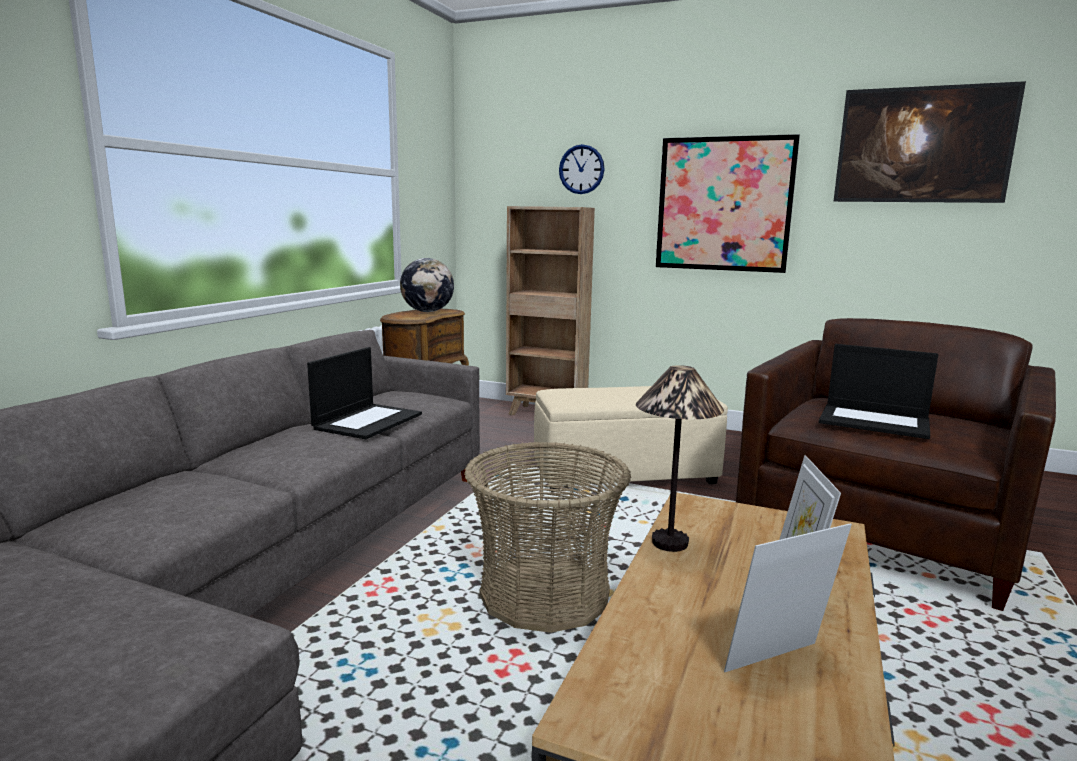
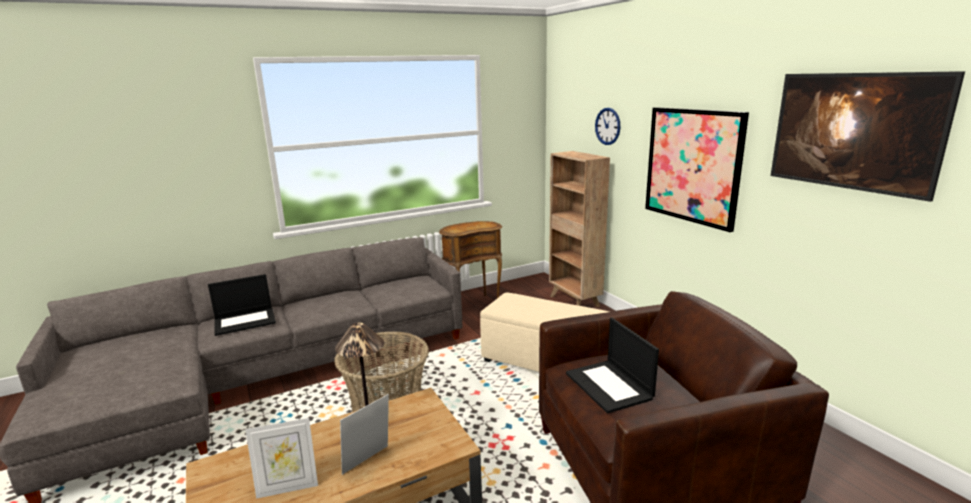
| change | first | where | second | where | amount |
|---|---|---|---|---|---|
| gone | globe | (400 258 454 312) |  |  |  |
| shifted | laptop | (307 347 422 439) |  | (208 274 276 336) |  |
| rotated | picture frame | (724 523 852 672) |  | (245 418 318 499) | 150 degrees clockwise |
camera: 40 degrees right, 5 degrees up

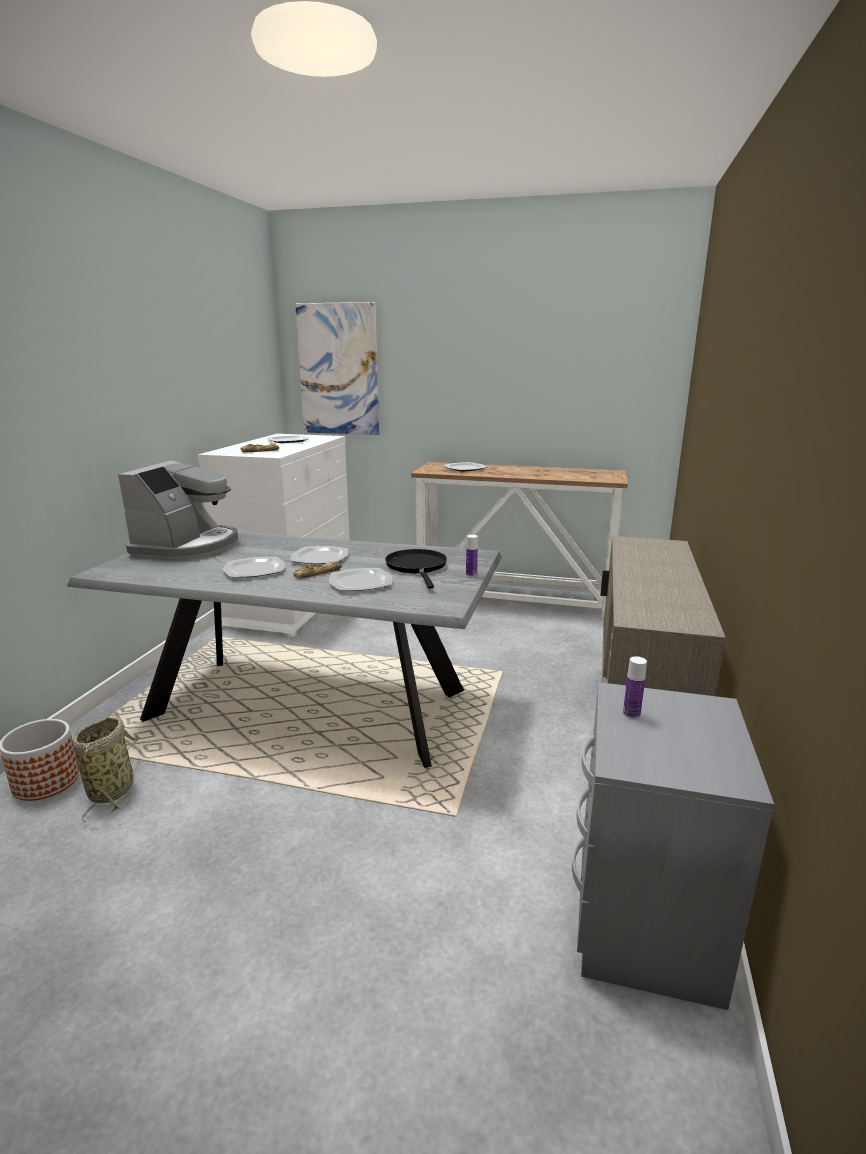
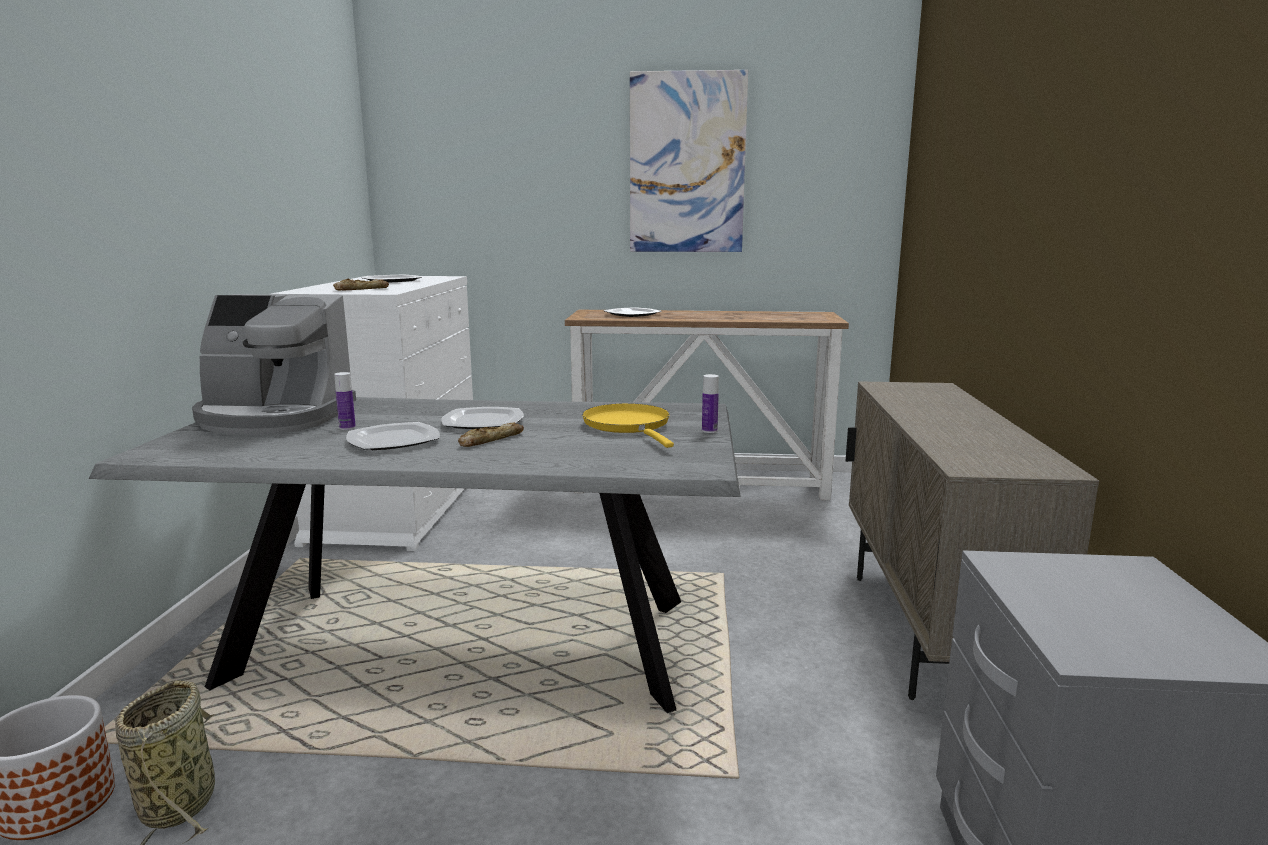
| change | first | where | second | where | amount |
|---|---|---|---|---|---|
| gone | plate | (329 568 392 591) |  |  |  |
| shifted | picture | (295 302 379 435) |  | (630 70 748 252) |  |
| shifted | bottle | (623 656 647 719) |  | (334 372 356 430) |  |
| repainted | frying pan in black | (385 549 447 589) | frying pan in yellow | (582 403 674 448) |  |
| rotated | coffee machine | (118 460 238 561) |  | (192 294 356 435) | 90 degrees clockwise |
camera: 10 degrees left, 5 degrees down

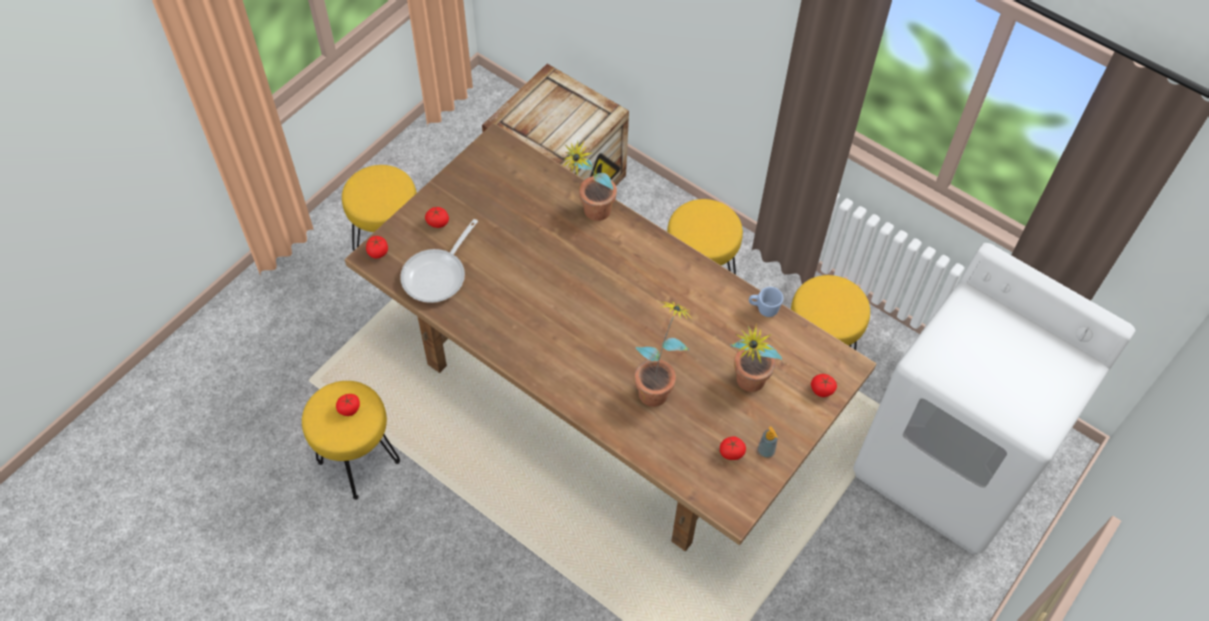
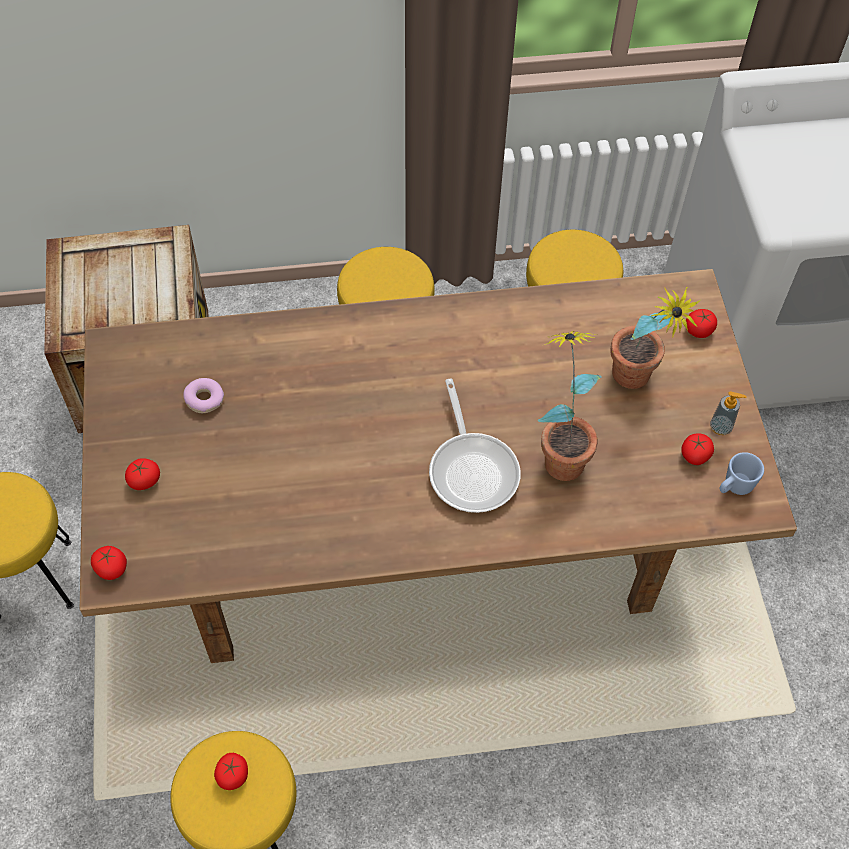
| change | first | where | second | where | amount |
|---|---|---|---|---|---|
| gone | potted plant | (562 140 617 221) |  |  |  |
| new |  |  | donut | (184 378 224 413) |  |
| shifted | frying pan | (400 219 478 303) |  | (429 379 521 513) |  |
| shifted | mug in blue | (749 287 783 317) |  | (719 452 764 495) |  |
camera: 45 degrees left, 0 degrees up

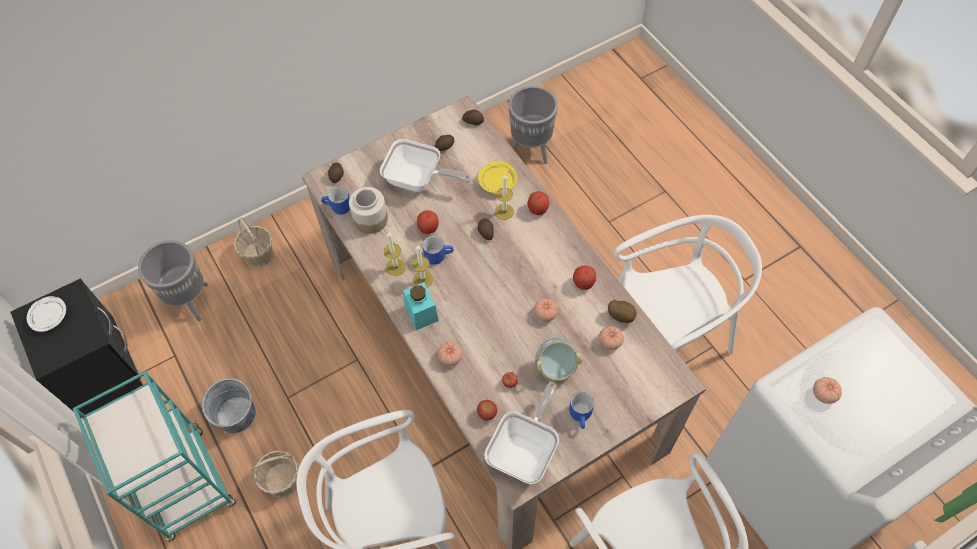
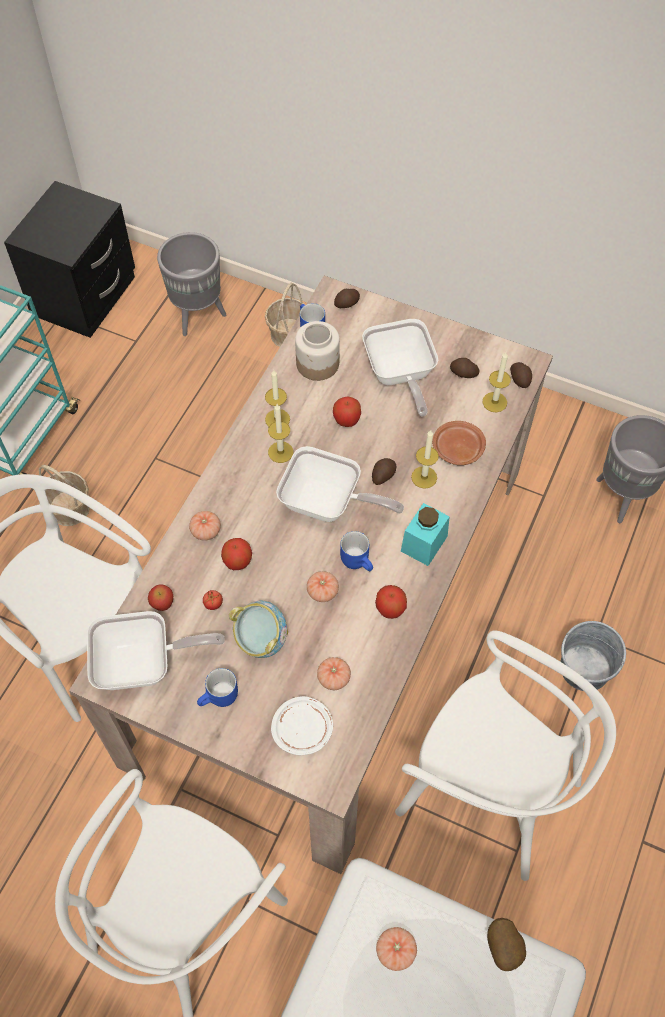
| change | first | where | second | where | amount |
|---|---|---|---|---|---|
| new |  |  | frying pan | (276 446 404 522) |  |
| new |  |  | candle | (483 352 511 412) |  |
| shifted | plate in white | (27 296 66 332) |  | (271 696 333 755) |  |
| shifted | bucket in grey | (202 378 256 433) |  | (560 621 626 691) |  |
| shifted | jar in turquoise | (403 282 439 330) |  | (401 503 450 566) |  |
| shifted | mug in blue | (422 236 454 265) |  | (340 531 373 571) |  |
| shifted | apple | (527 191 549 215) |  | (221 538 252 570) |  |
| shifted | potato | (608 300 637 323) |  | (487 918 526 971) |  |
| repainted | plate in yellow | (478 161 517 194) | plate in brown | (432 421 486 465) |  |
camera: 55 degrees right, 0 degrees up

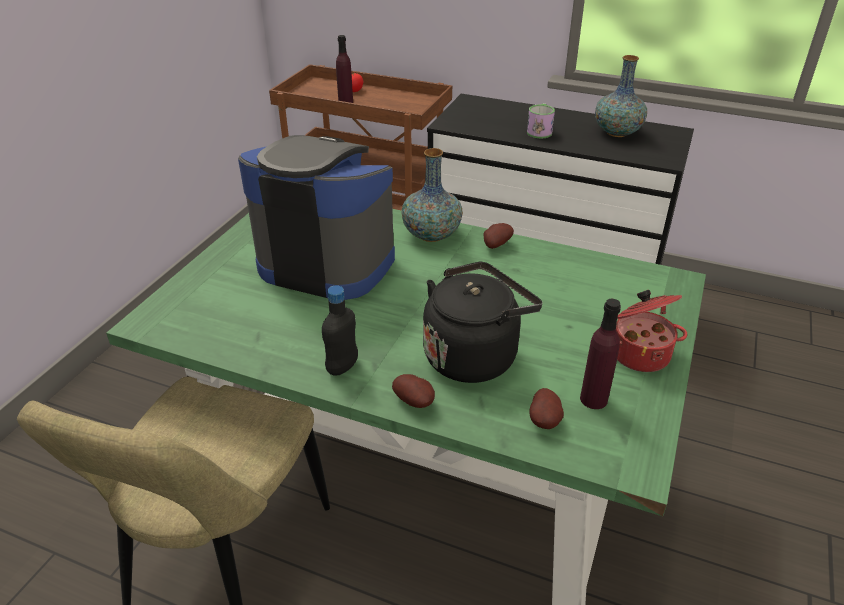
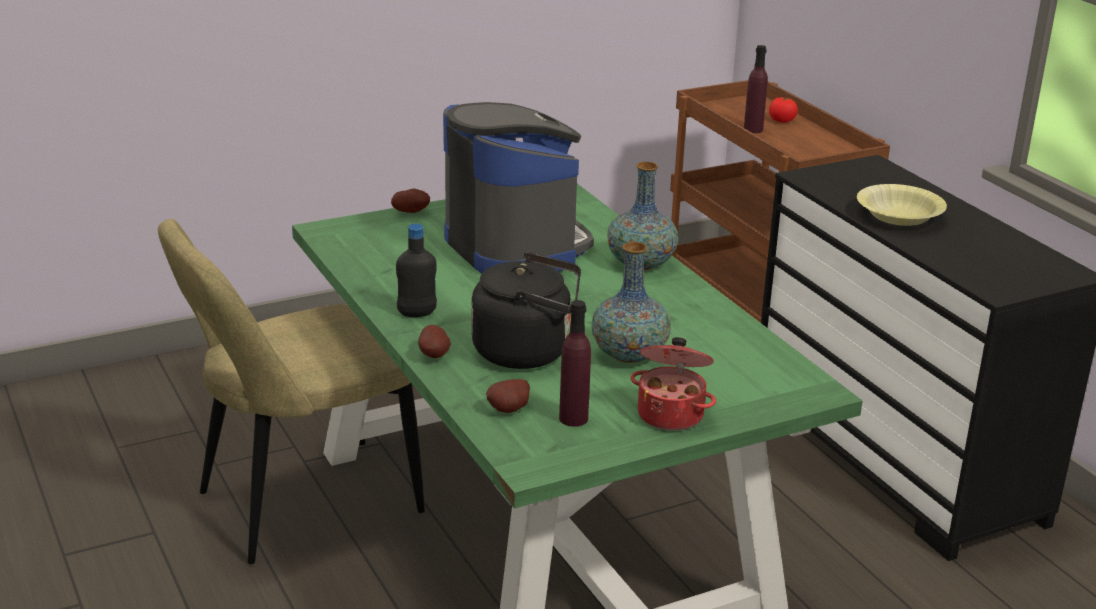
| change | first | where | second | where | amount |
|---|---|---|---|---|---|
| shifted | potato | (483 223 514 249) |  | (391 189 430 213) |  |
| shifted | vase | (595 55 647 137) |  | (592 242 671 363) |  |
| swapped | mug | (527 104 555 138) | bowl in yellow | (857 184 947 226) |  |
camera: 40 degrees right, 10 degrees down

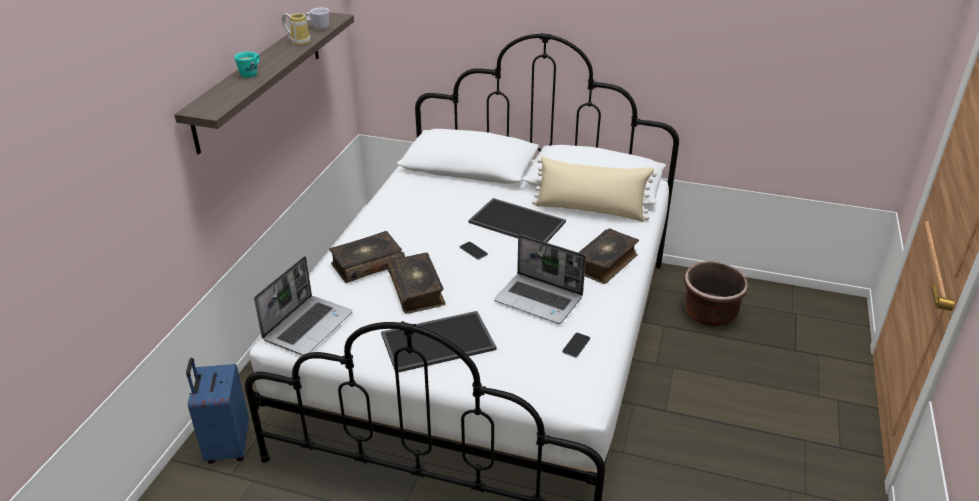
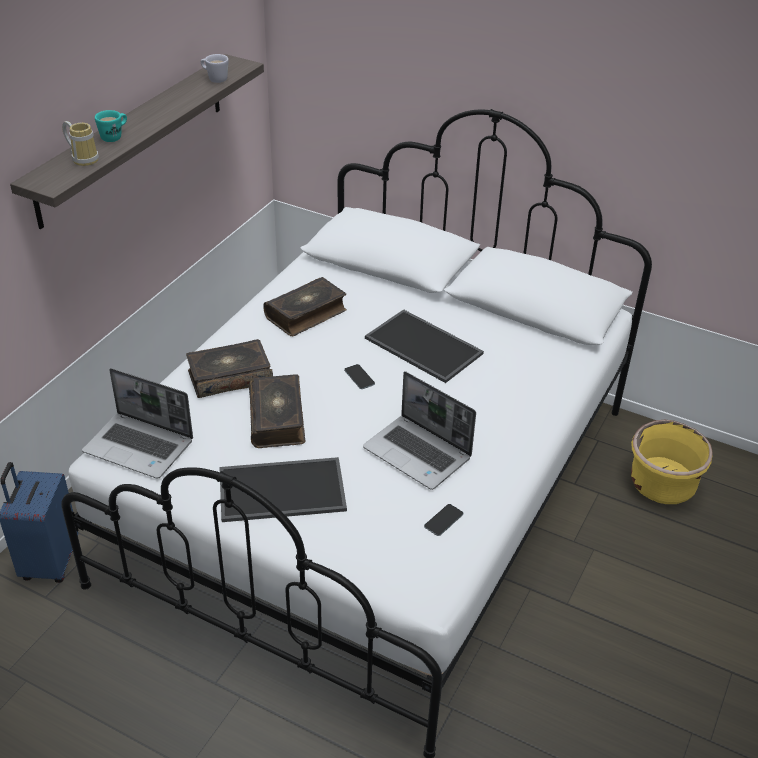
| change | first | where | second | where | amount |
|---|---|---|---|---|---|
| gone | pillow in beige | (532 156 657 222) |  |  |  |
| shifted | mug | (282 13 311 45) |  | (62 121 99 166) |  |
| shifted | book | (578 229 639 284) |  | (263 277 346 336) |  |
| repainted | planter in brown | (684 261 748 326) | planter in yellow | (631 420 713 504) |  |
| rotated | laptop | (254 256 353 355) |  | (82 368 193 479) | 75 degrees clockwise |
camera: 10 degrees right, 5 degrees up

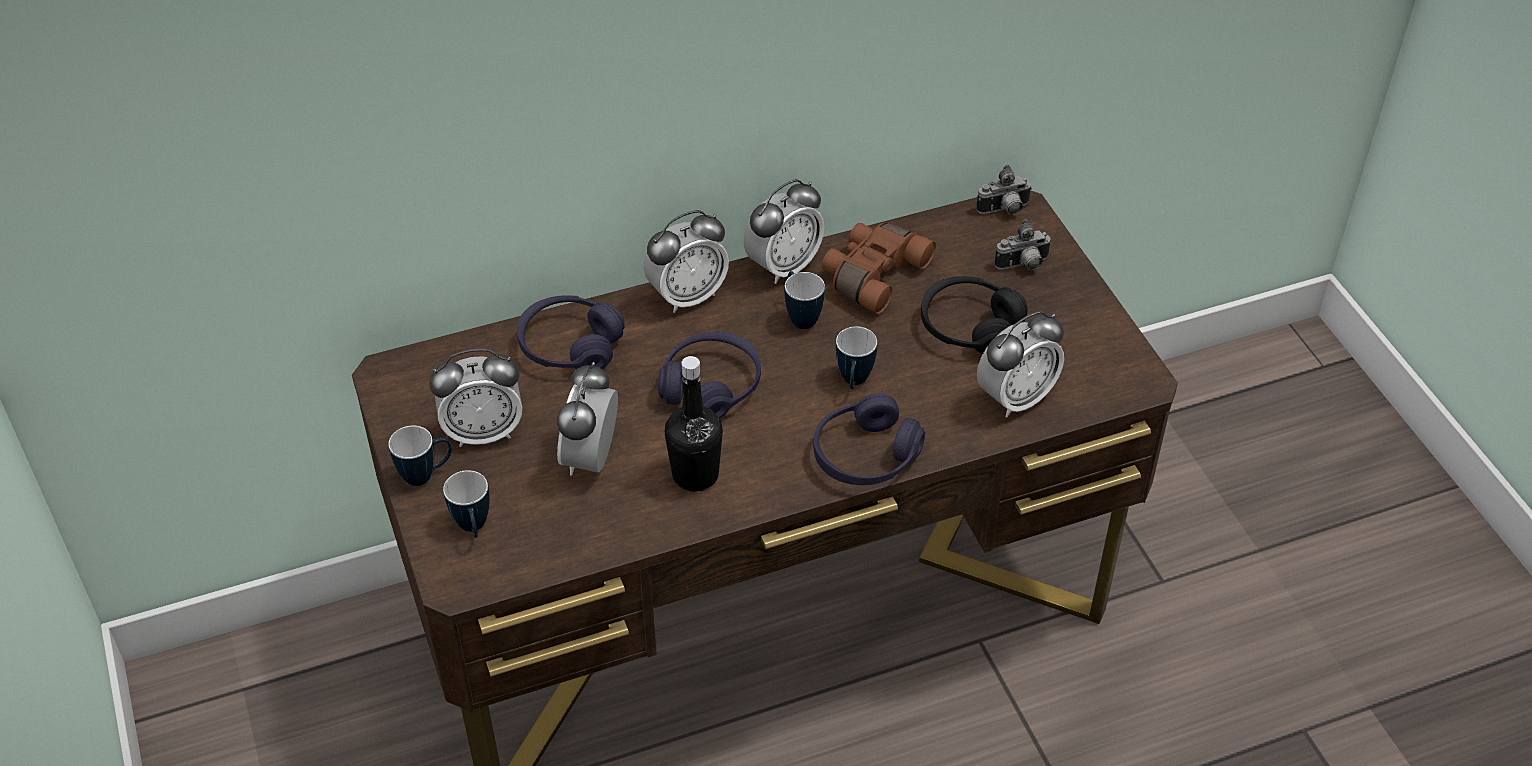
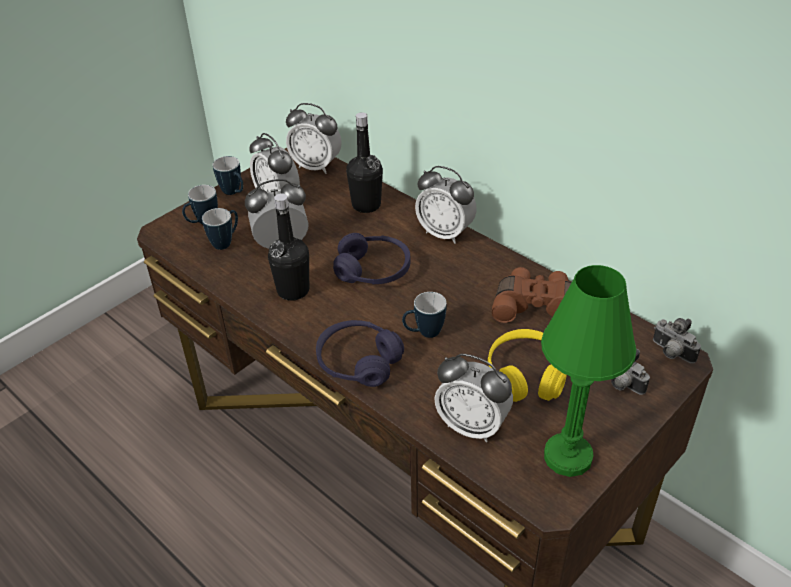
| change | first | where | second | where | amount |
|---|---|---|---|---|---|
| new |  |  | table lamp in green | (541 265 636 477) |  |
| shifted | alarm clock | (744 179 824 284) |  | (286 103 342 174) |  |
| shifted | mug | (784 271 825 329) |  | (202 208 238 250) |  |
| swapped | headphones in purple | (517 295 625 369) | bottle in black | (346 112 383 213) |  |
| repainted | headphones in black | (921 276 1027 354) | headphones in yellow | (488 329 566 402) |  |
camera: 65 degrees right, 5 degrees down

